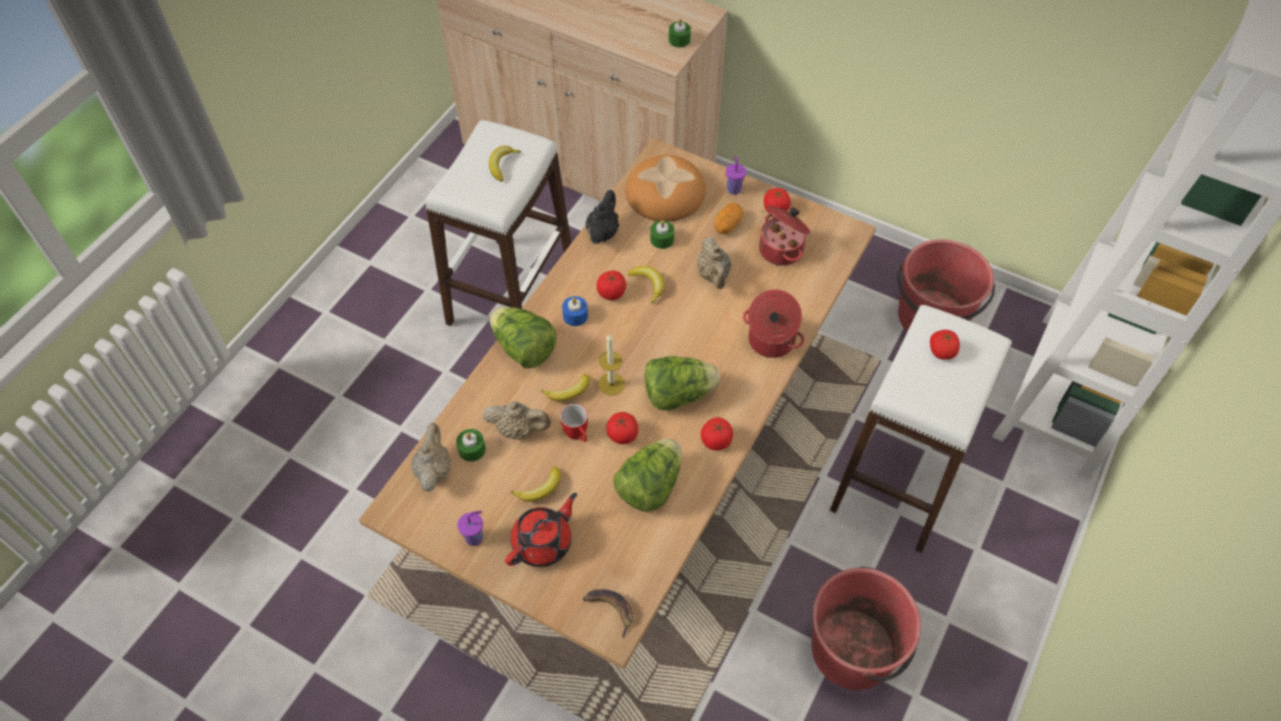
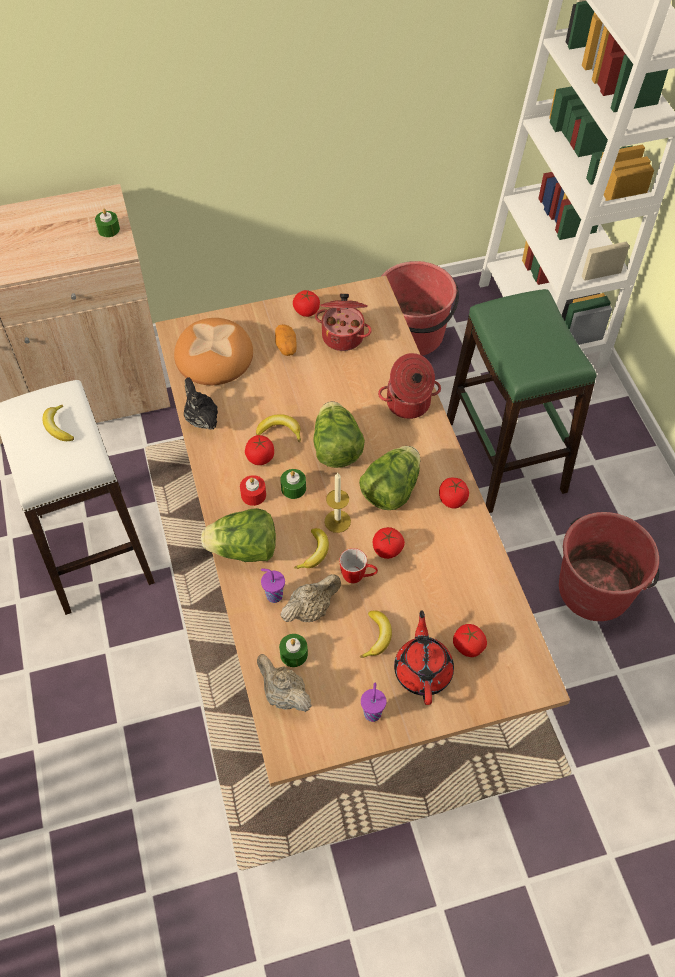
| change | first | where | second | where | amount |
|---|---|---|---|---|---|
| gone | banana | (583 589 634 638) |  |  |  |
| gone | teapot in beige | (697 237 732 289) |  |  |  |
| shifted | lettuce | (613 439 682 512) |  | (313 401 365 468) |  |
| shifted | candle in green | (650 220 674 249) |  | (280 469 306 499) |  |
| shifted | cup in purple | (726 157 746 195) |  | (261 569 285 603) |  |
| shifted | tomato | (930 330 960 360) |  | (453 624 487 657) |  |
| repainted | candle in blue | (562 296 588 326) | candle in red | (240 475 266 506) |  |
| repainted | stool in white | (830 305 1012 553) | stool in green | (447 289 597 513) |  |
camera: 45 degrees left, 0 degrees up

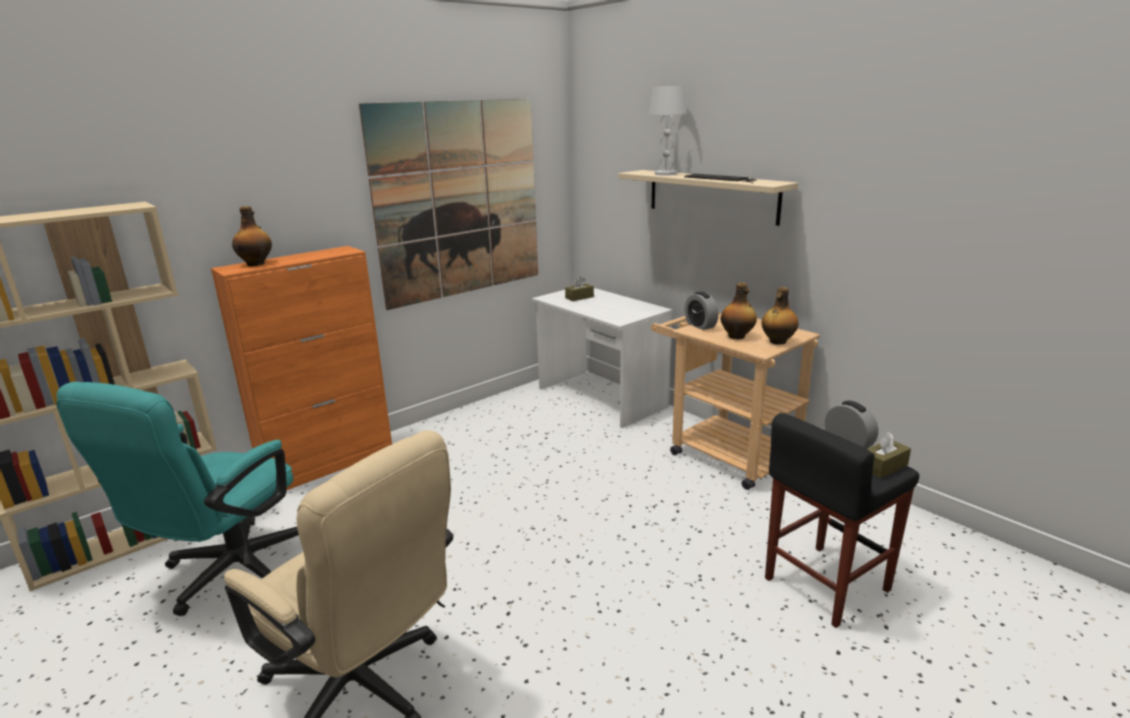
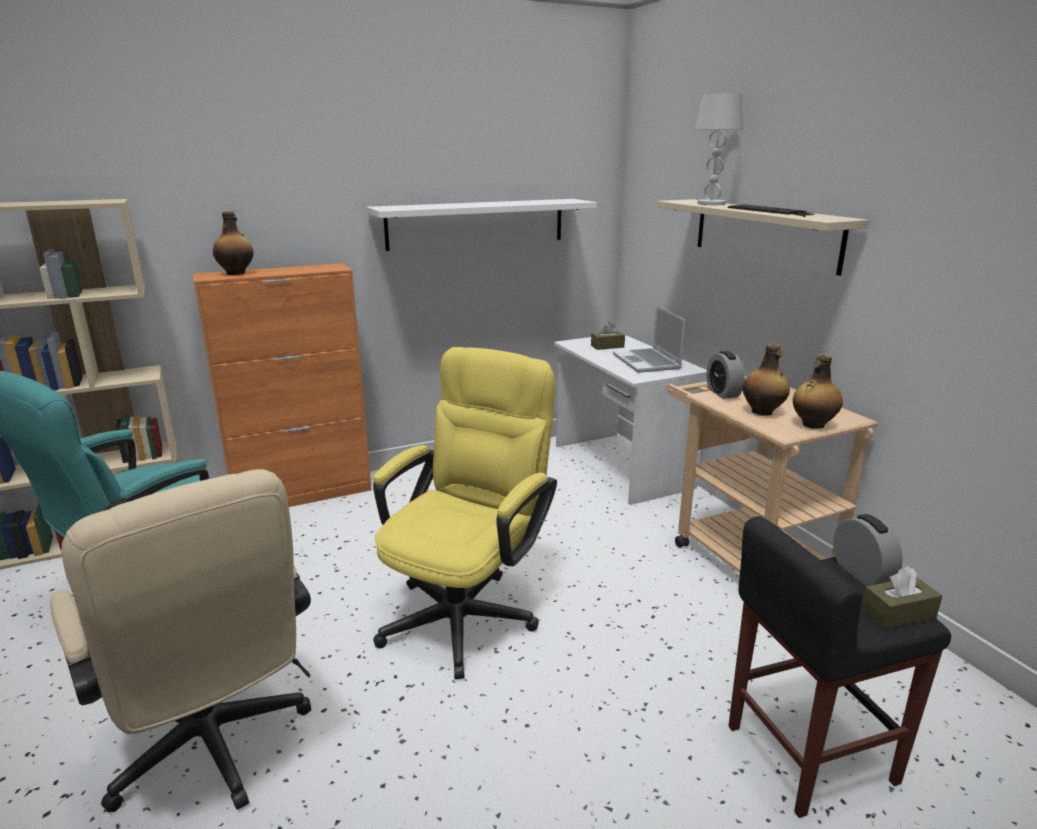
| change | first | where | second | where | amount |
|---|---|---|---|---|---|
| new |  |  | office chair in yellow | (373 347 557 679) |  |
| new |  |  | laptop | (613 305 685 373) |  |
| swapped | picture | (359 99 538 310) | shelf in white | (366 199 597 251) |  |
camera: 15 degrees right, 0 degrees up

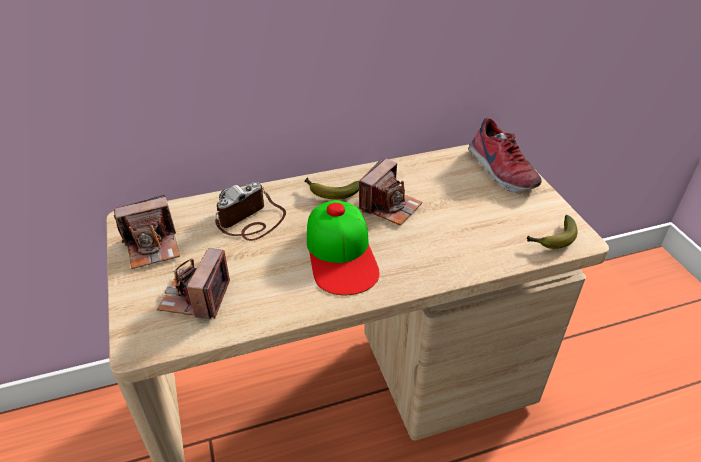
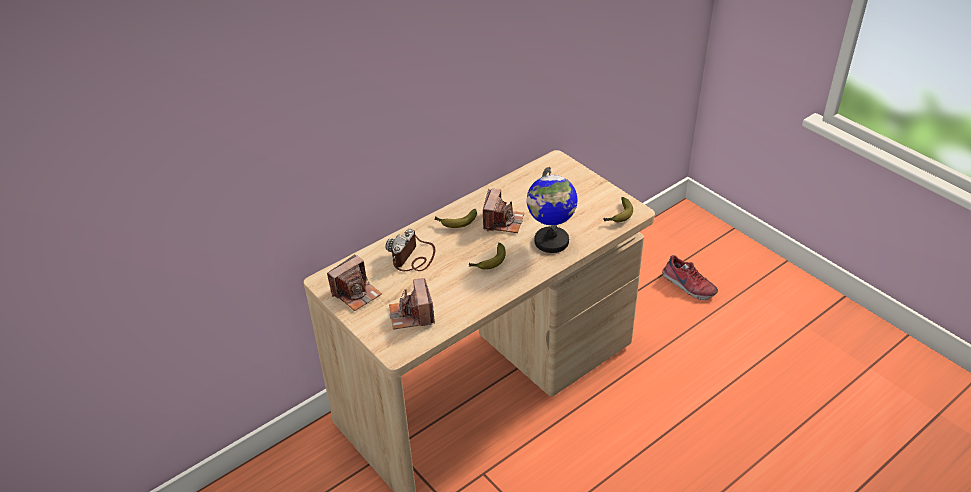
| change | first | where | second | where | amount |
|---|---|---|---|---|---|
| new |  |  | globe | (527 167 577 253) |  |
| shifted | shoe | (468 118 542 194) |  | (662 255 718 300) |  |
| swapped | cap | (307 200 380 295) | banana | (469 243 506 270) |  |
camera: 20 degrees left, 0 degrees up

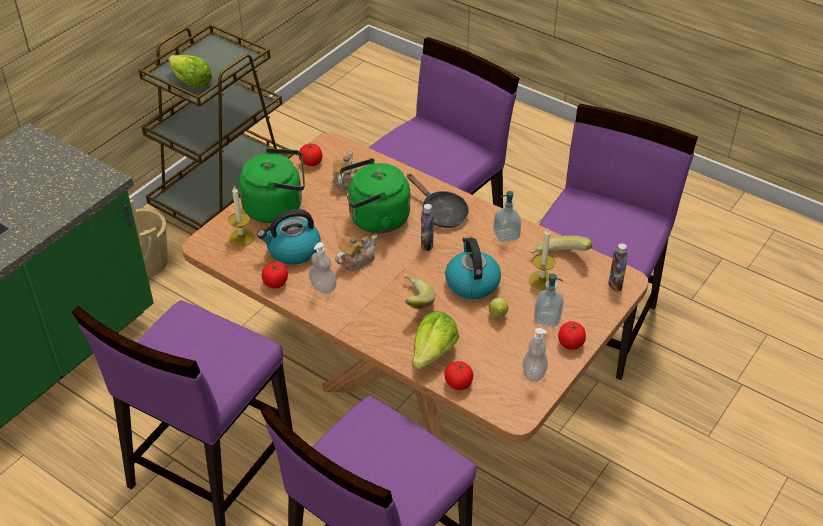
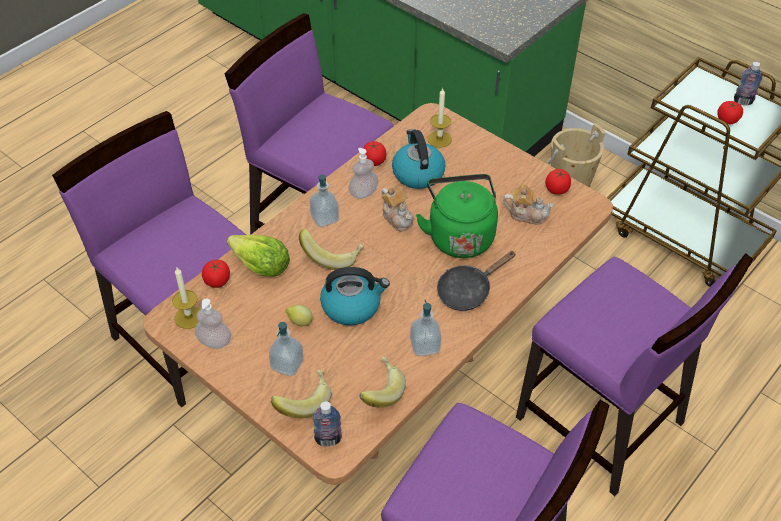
| change | first | where | second | where | amount |
|---|---|---|---|---|---|
| gone | lettuce | (168 55 212 88) |  |  |  |
| gone | kettle in green | (239 148 305 223) |  |  |  |
| new |  |  | banana | (271 370 331 418) |  |
| new |  |  | soap dispenser | (310 174 339 227) |  |
| shifted | bottle | (421 204 434 251) |  | (734 62 763 105) |  |
| shifted | candle | (529 229 556 290) |  | (172 268 201 329) |  |
| shifted | tomato | (558 321 586 350) |  | (717 101 743 125) |  |
camera: 95 degrees right, 5 degrees up

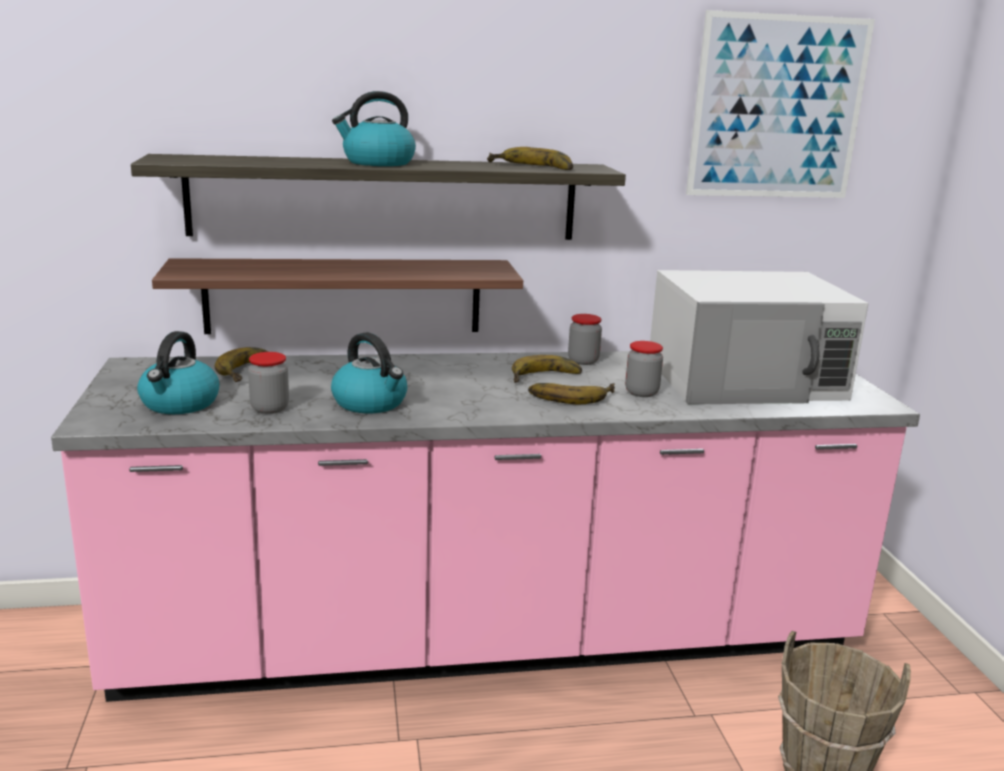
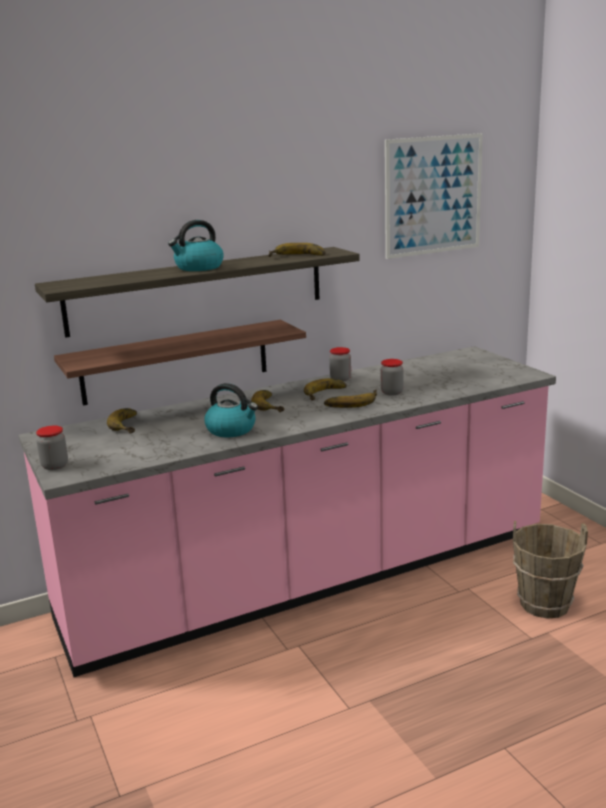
| change | first | where | second | where | amount |
|---|---|---|---|---|---|
| gone | kettle | (137 331 219 414) |  |  |  |
| gone | microwave in white | (650 270 869 404) |  |  |  |
| new |  |  | banana | (251 390 285 412) |  |
| shifted | jar | (248 352 289 414) |  | (36 426 68 470) |  |
camera: 15 degrees left, 0 degrees up

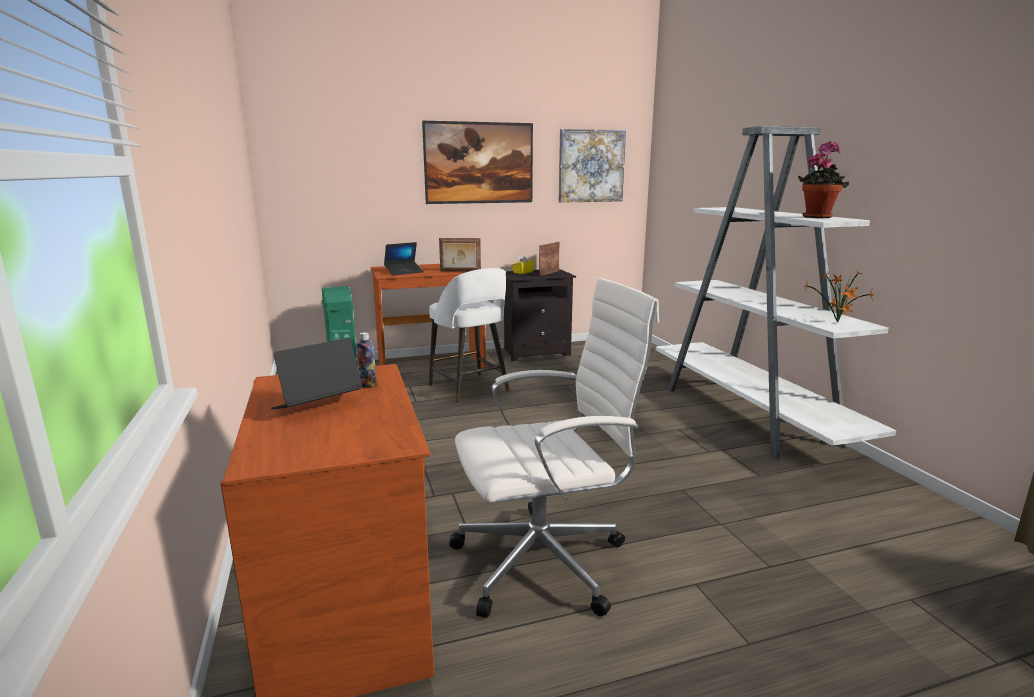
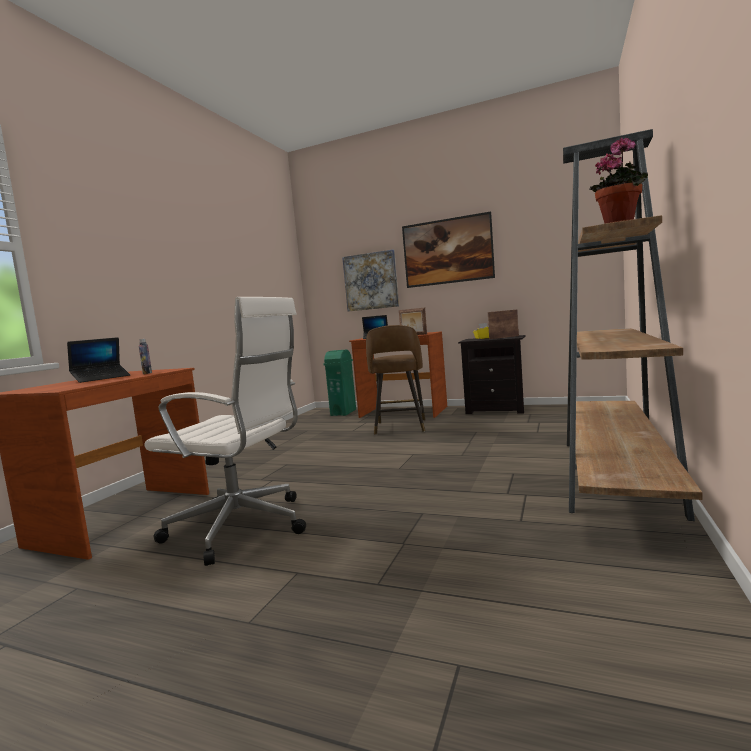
| change | first | where | second | where | amount |
|---|---|---|---|---|---|
| gone | potted plant | (804 268 874 323) |  |  |  |
| shifted | picture | (559 129 626 203) |  | (342 249 399 311) |  |
| repainted | stool in white | (429 268 510 404) | stool in brown | (366 325 425 435) |  |
| repainted | bookcase in white | (656 126 896 459) | bookcase in brown | (563 129 703 521) |  |
| rotated | laptop | (271 338 362 409) |  | (67 337 130 383) | 135 degrees clockwise |
camera: 40 degrees right, 10 degrees down

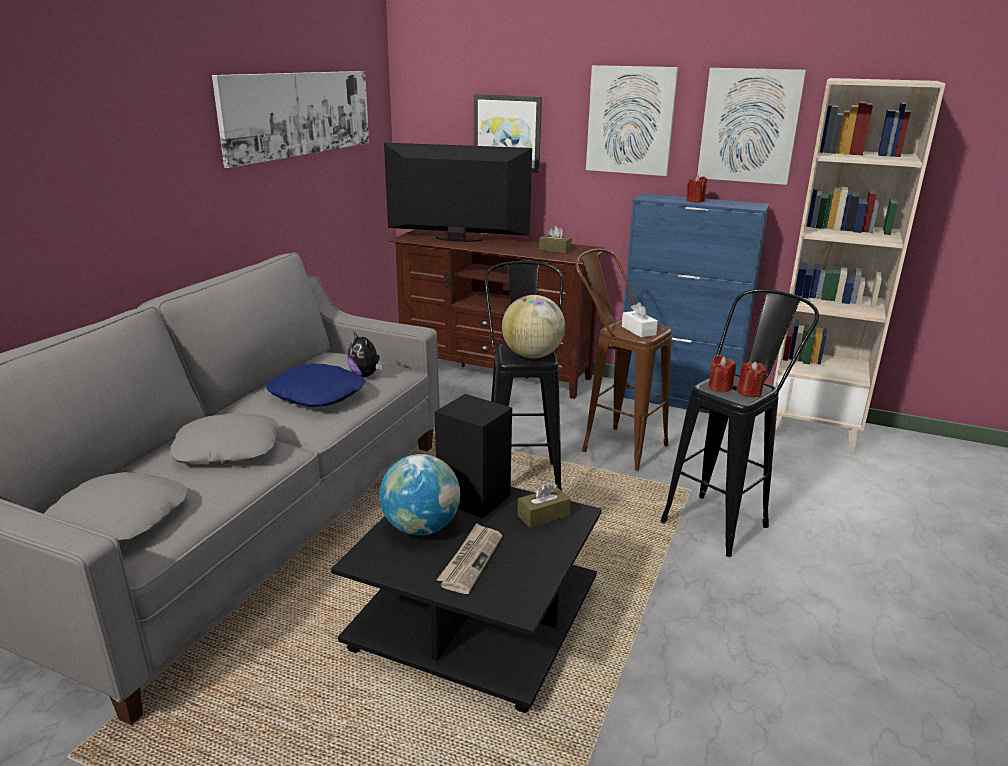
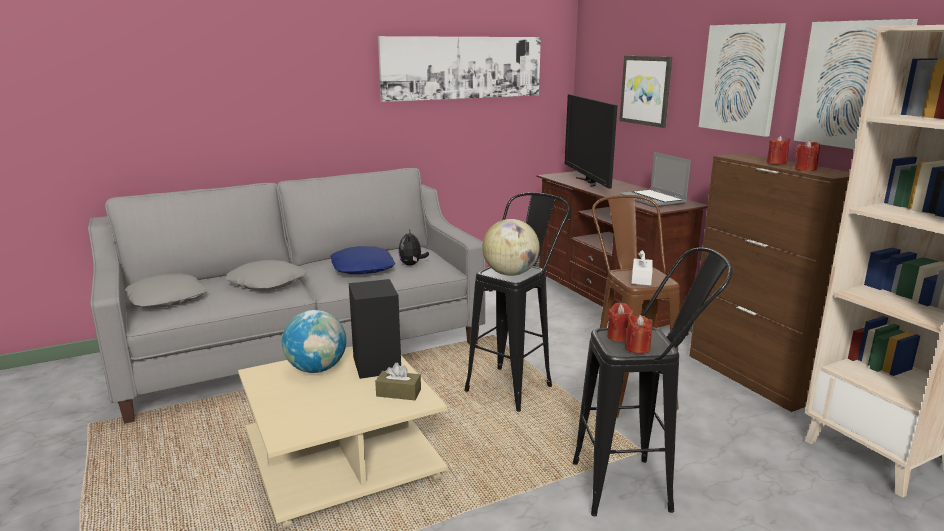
| change | first | where | second | where | amount |
|---|---|---|---|---|---|
| gone | newspaper | (437 523 502 594) |  |  |  |
| new |  |  | candle in red | (795 140 820 171) |  |
| swapped | tissue box in brown | (539 226 572 254) | laptop | (620 152 691 207) |  |
| repainted | coffee table in black | (331 487 602 713) | coffee table in beige | (238 346 448 529) |  |
| repainted | cabinet in blue | (623 193 769 413) | cabinet in brown | (689 153 850 412) |  |
| rotated | television | (384 143 532 242) |  | (565 94 618 189) | 150 degrees counterclockwise |
camera: 40 degrees right, 5 degrees down

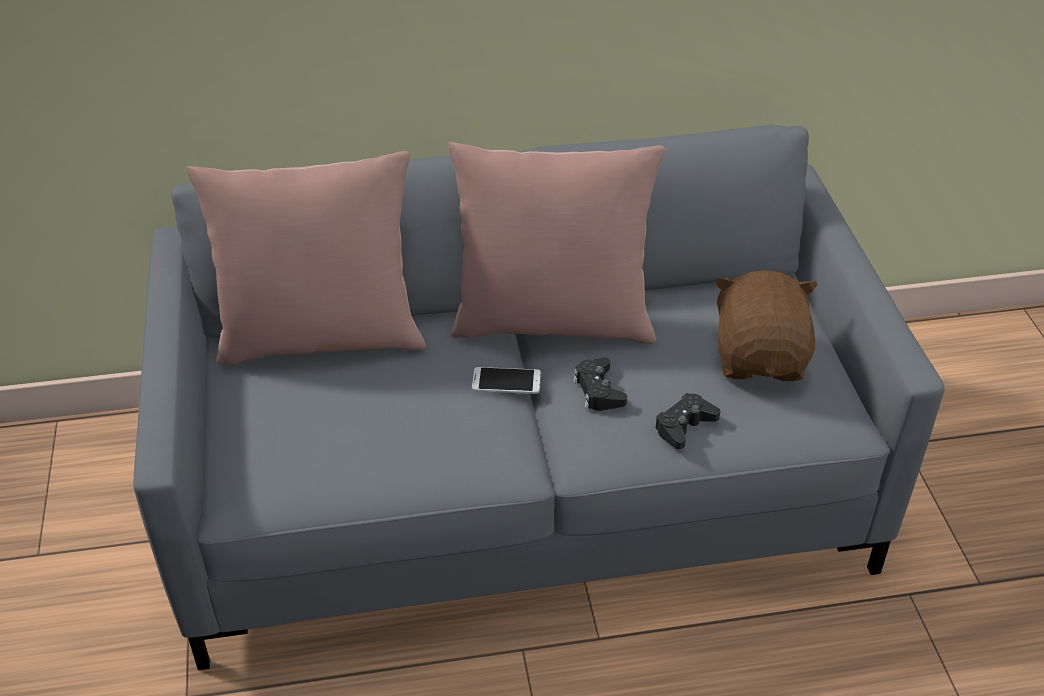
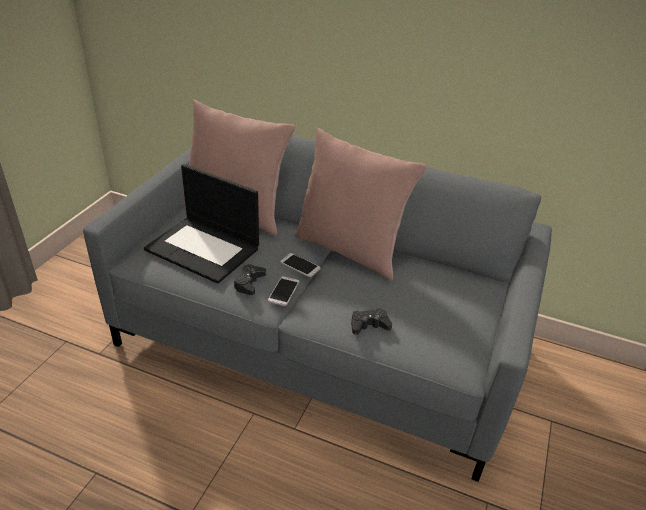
| change | first | where | second | where | amount |
|---|---|---|---|---|---|
| gone | plush toy in brown | (714 270 818 381) |  |  |  |
| new |  |  | laptop | (144 164 259 284) |  |
| new |  |  | phone | (268 276 299 306) |  |
| shifted | game controller in black | (573 357 627 411) |  | (234 264 266 295) |  |
camera: 30 degrees right, 5 degrees down

